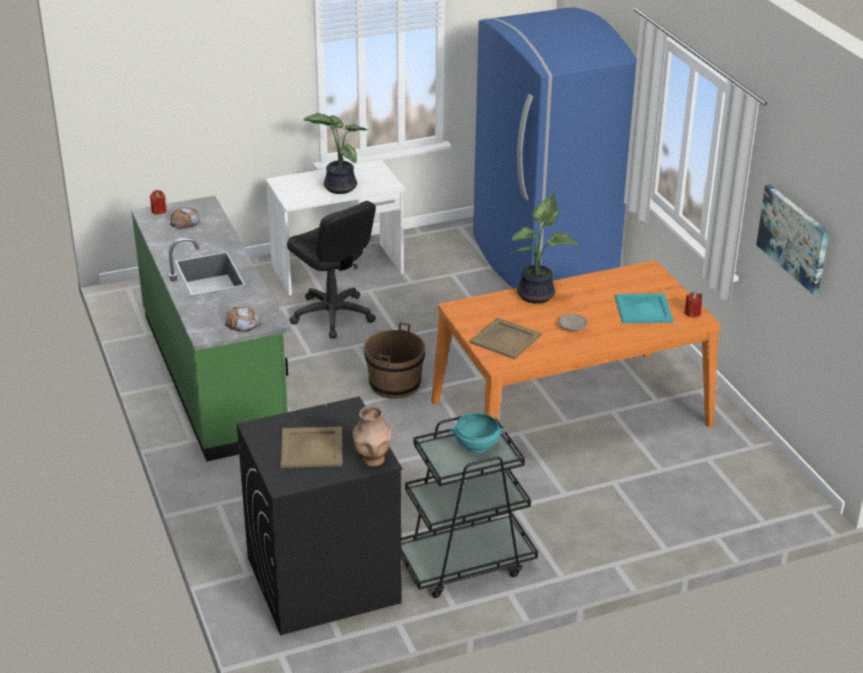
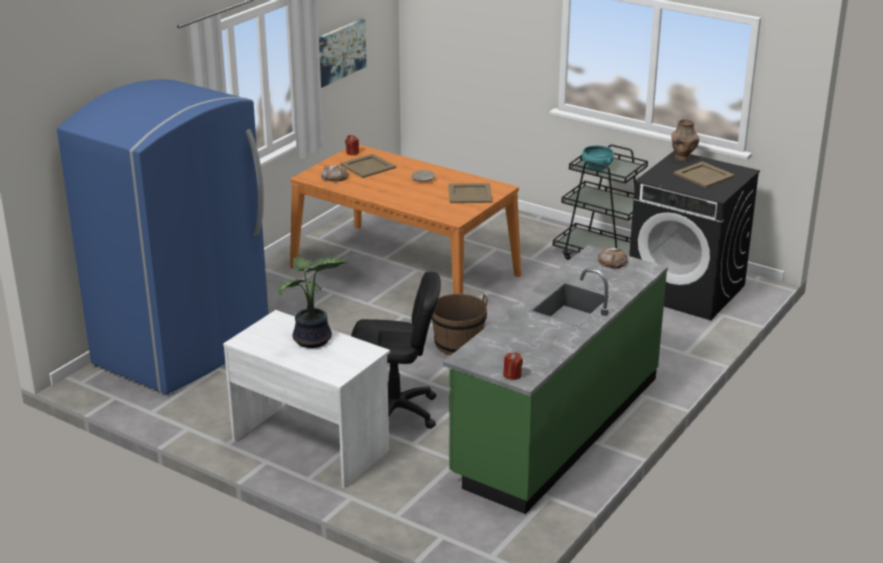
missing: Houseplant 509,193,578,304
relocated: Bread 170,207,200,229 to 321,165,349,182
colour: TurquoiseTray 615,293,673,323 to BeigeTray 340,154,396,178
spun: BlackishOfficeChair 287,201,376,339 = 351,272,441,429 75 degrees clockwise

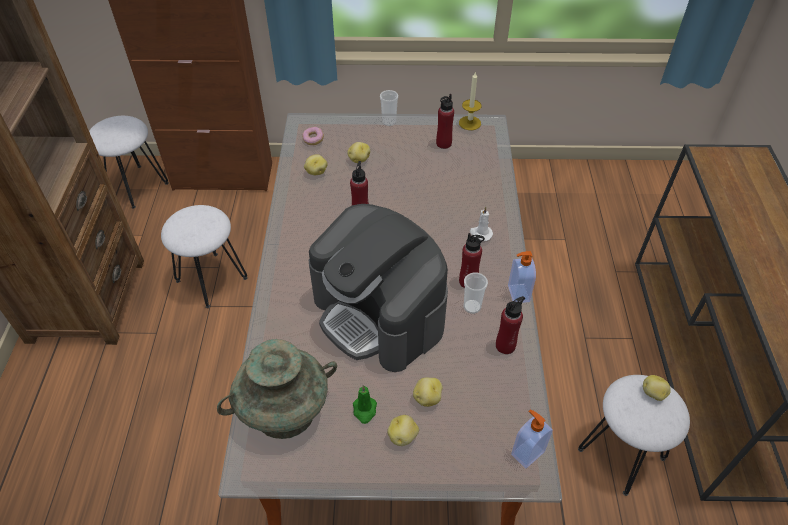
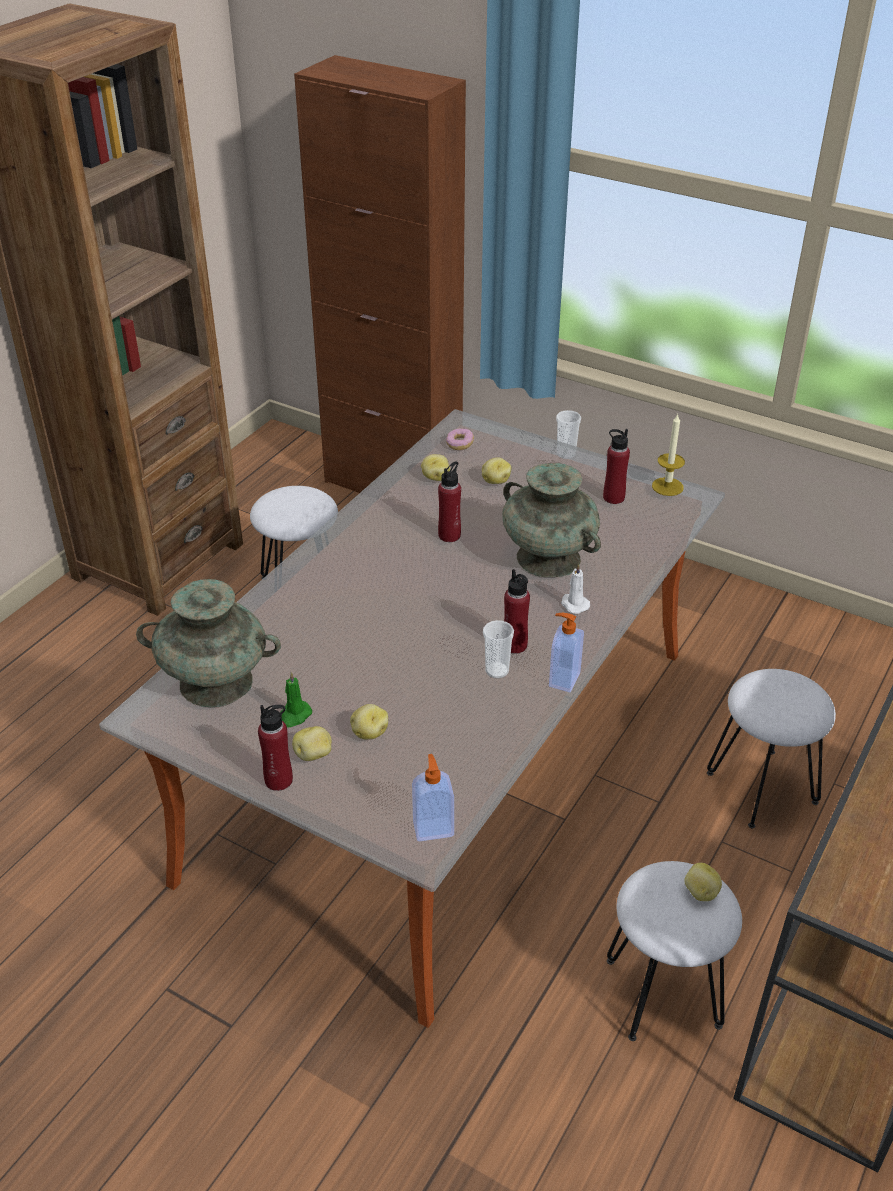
missing: CoffeeMachine 308,204,448,372
appeared: TurquoiseVase 502,463,601,577
relocated: WhitishStool 89,116,169,208 to 707,669,836,828; RedBeverageBottle 496,296,525,354 to 258,705,293,791

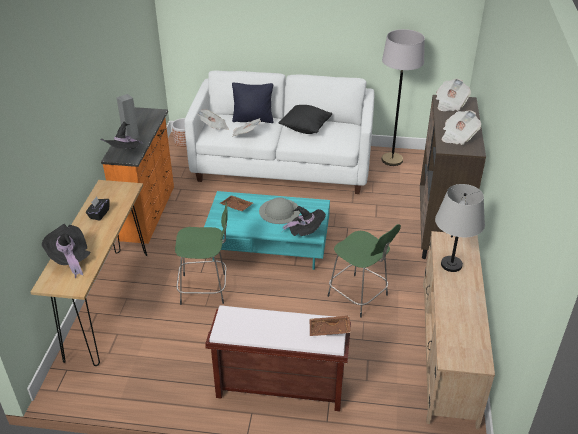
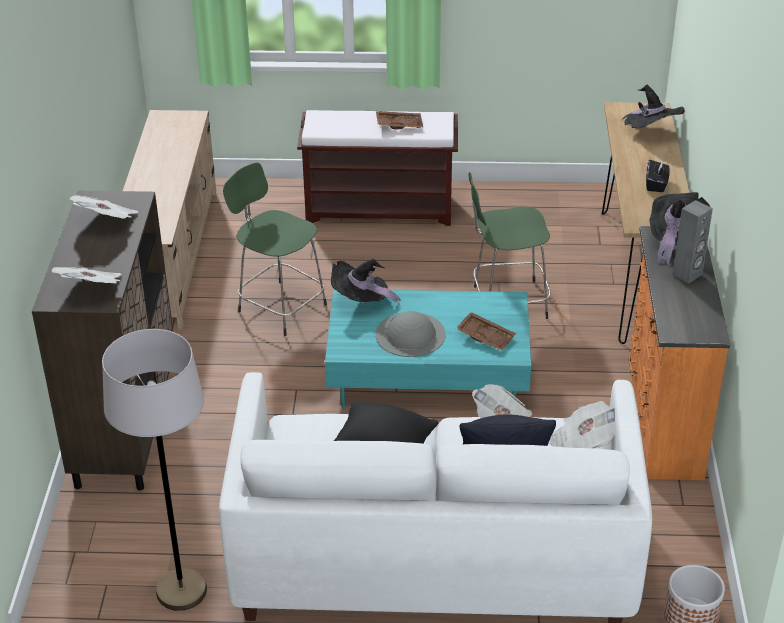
missing: GreyishTableLamp 435,184,485,272
relocated: BrownColouredTray 310,315,351,336 to 376,111,423,129

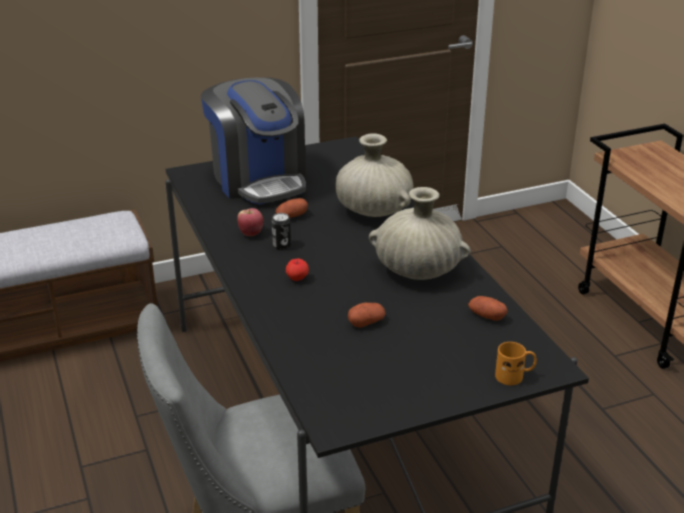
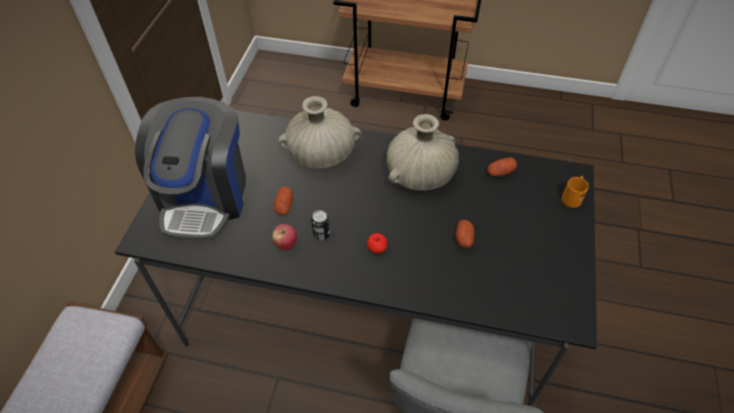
spun: CoffeeMachine 201,77,306,205 = 135,97,246,241 90 degrees clockwise

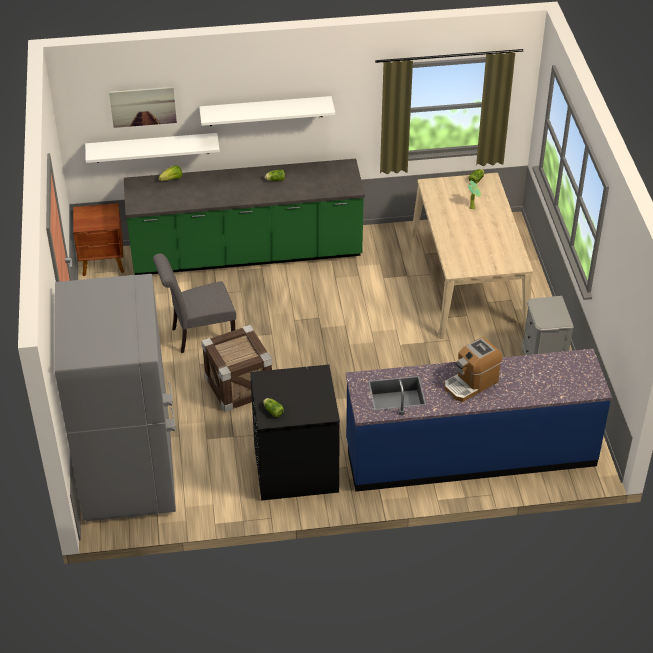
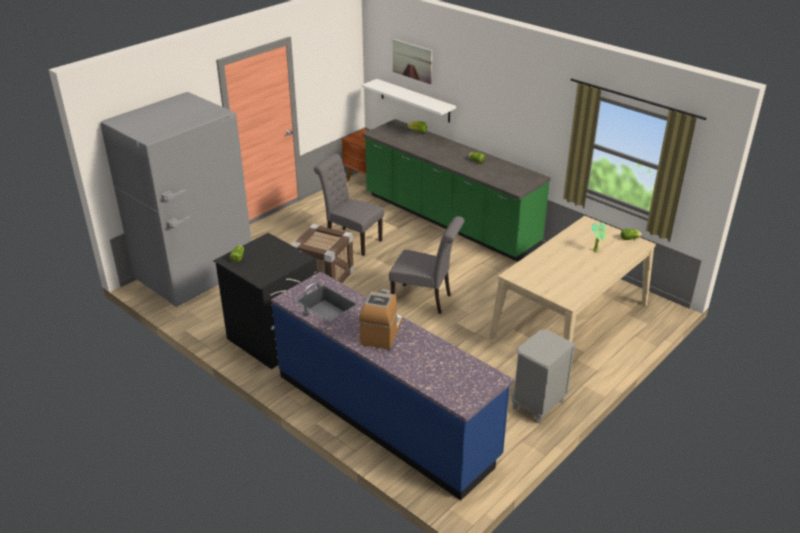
missing: WhitishWallShelf 199,96,335,126
appeared: GreyishPlainChair 389,216,464,314
spun: CoffeeMachine 444,337,502,402 = 359,289,402,350 90 degrees clockwise

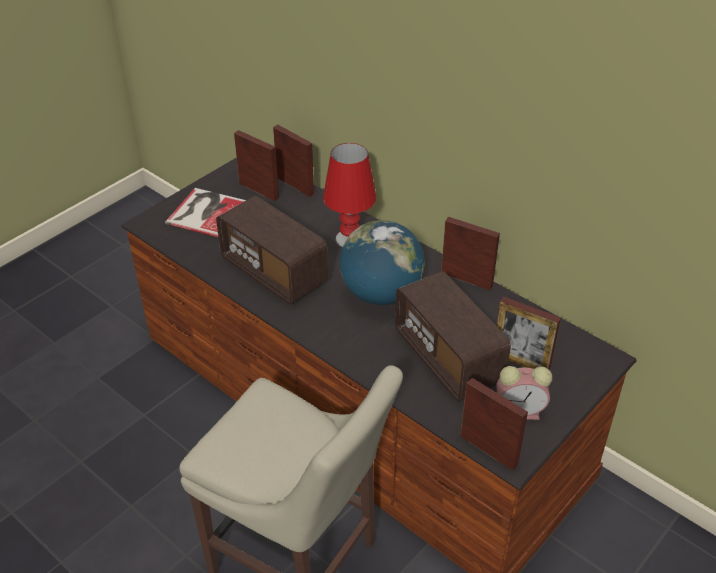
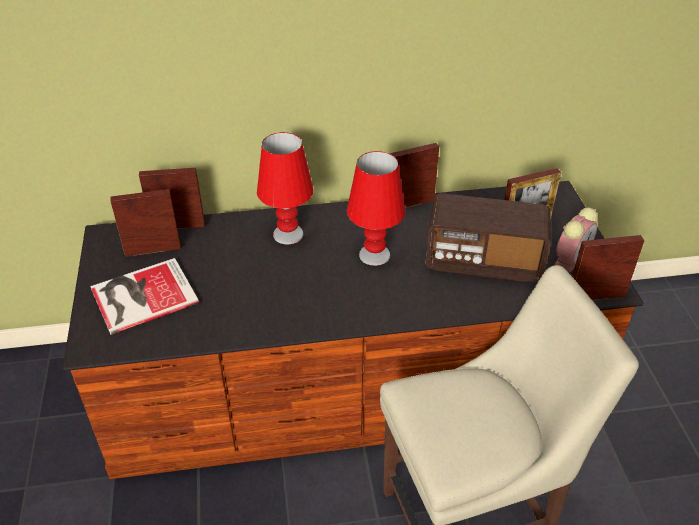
missing: Radio 216,196,328,305
exchanged: Globe 340,220,425,305 to RedTableLamp 347,151,405,266

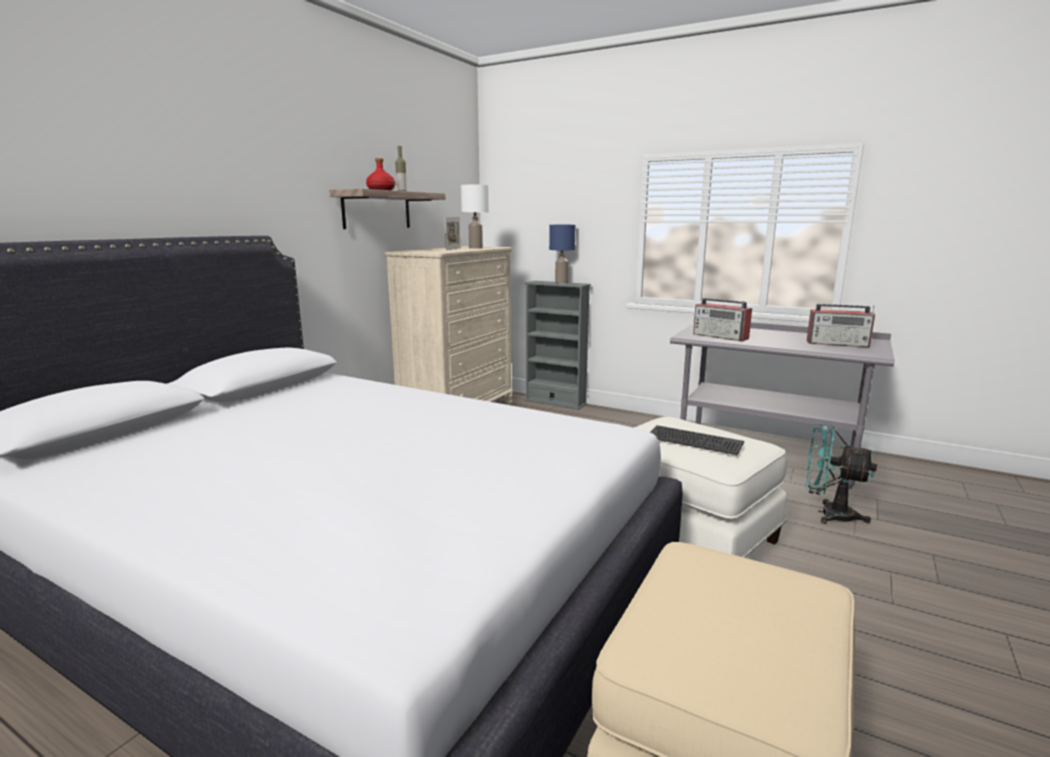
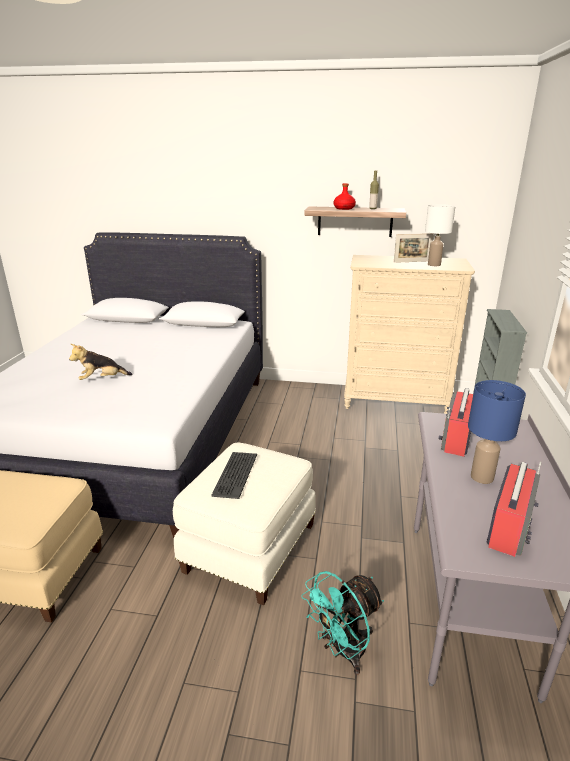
appeared: PlushToy 69,344,133,380
relocated: BlueColouredTableLamp 549,225,575,284 to 468,380,526,484
spun: Radio 807,304,875,348 = 486,462,541,557 150 degrees counterclockwise; TurquoiseCoolingFan 805,423,877,524 = 301,571,384,675 135 degrees counterclockwise

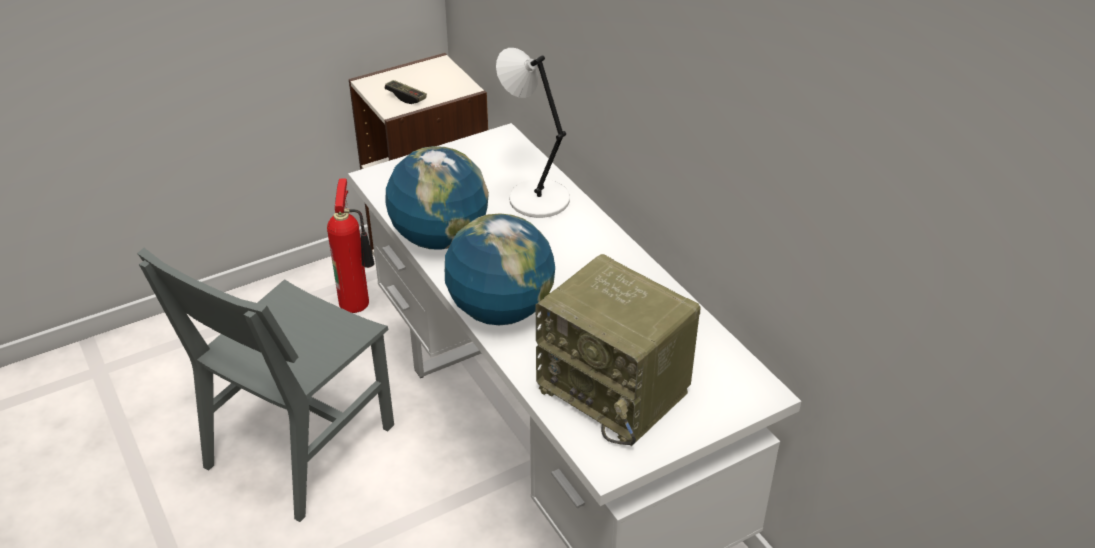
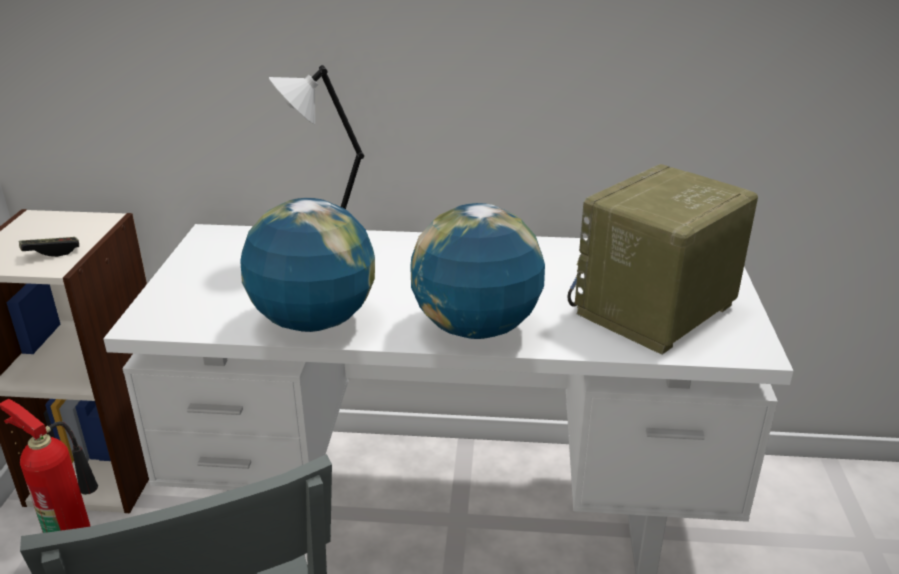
spun: Radio 536,254,700,446 = 568,164,758,355 150 degrees clockwise

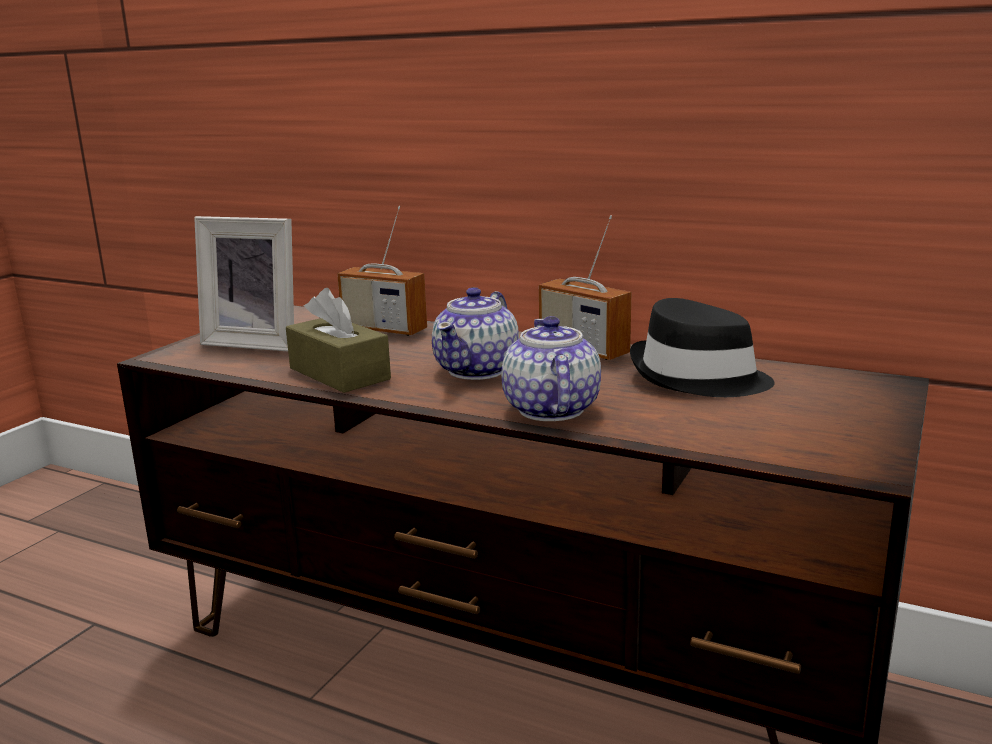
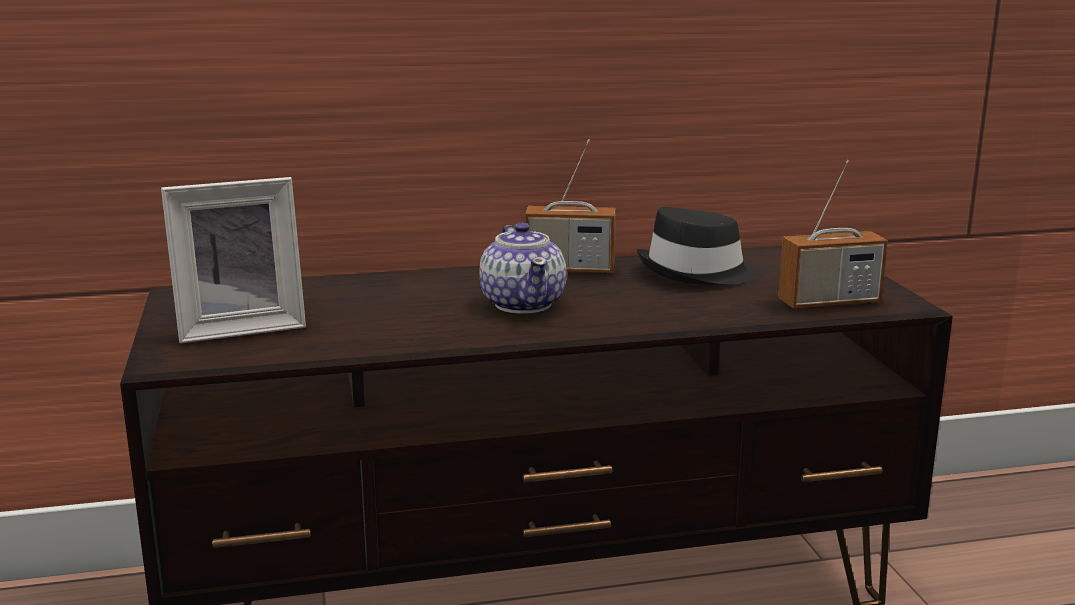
missing: BrownColouredTissueHolder 286,288,391,393; Teapot 501,316,601,421
relocated: Radio 337,206,427,336 to 778,159,888,309

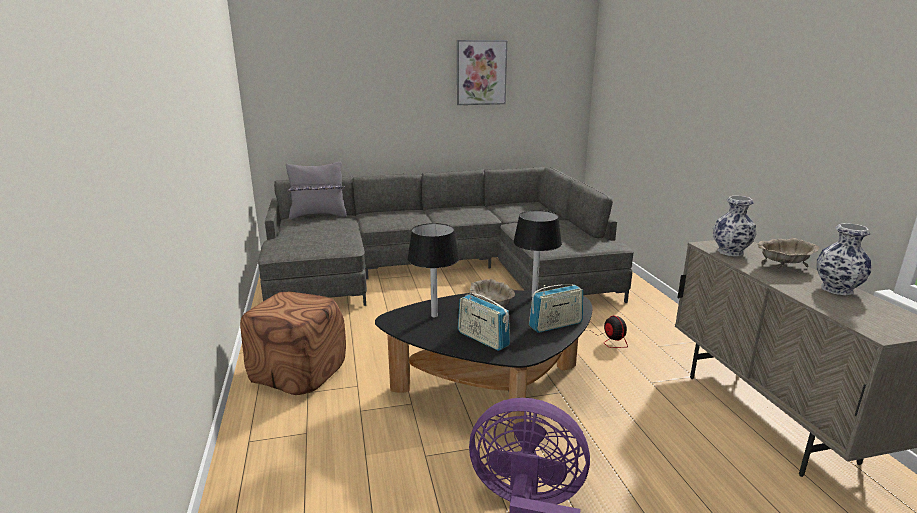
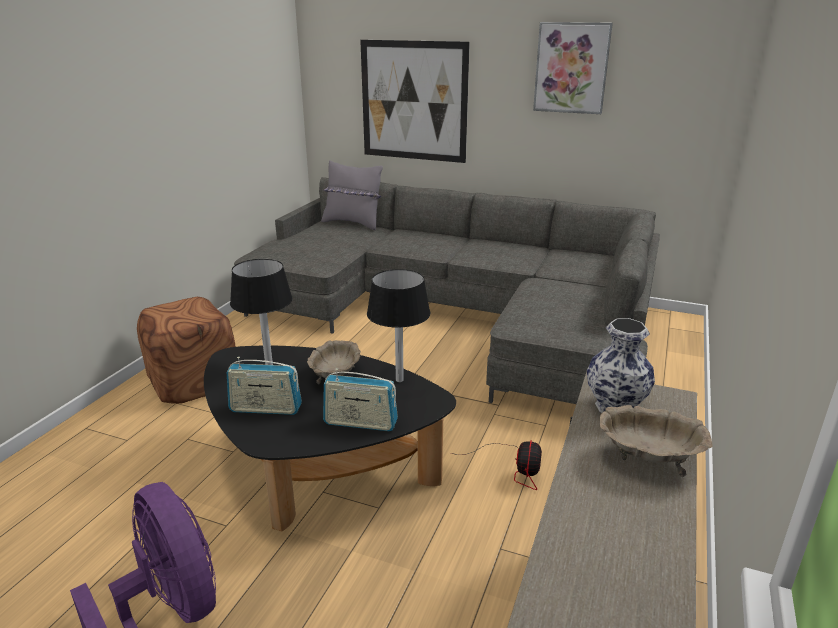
missing: Vase 817,223,871,296
appeared: WallArt 360,40,470,163
spun: Radio 458,289,510,351 = 227,357,302,415 75 degrees counterclockwise

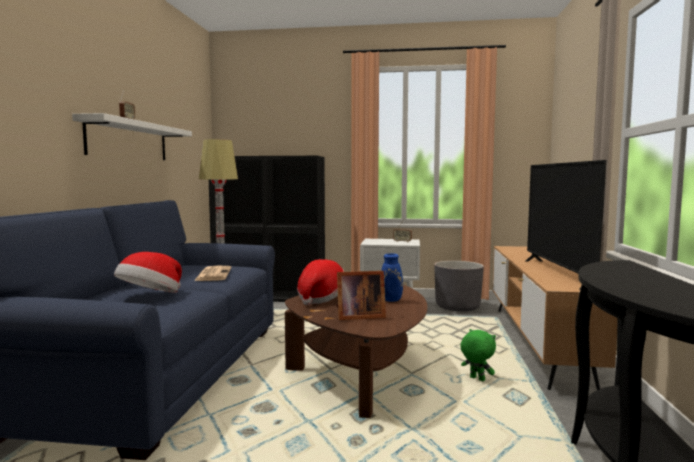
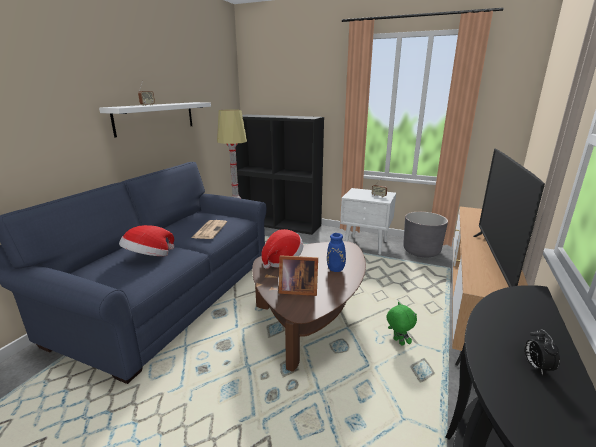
appeared: TableClock 525,329,560,375

